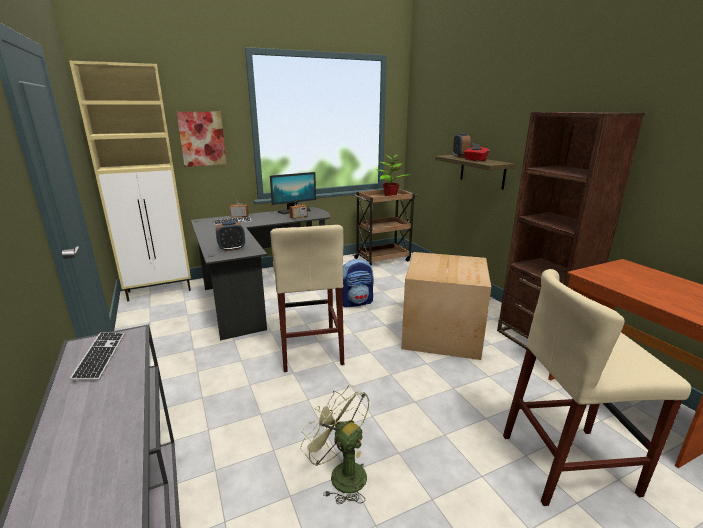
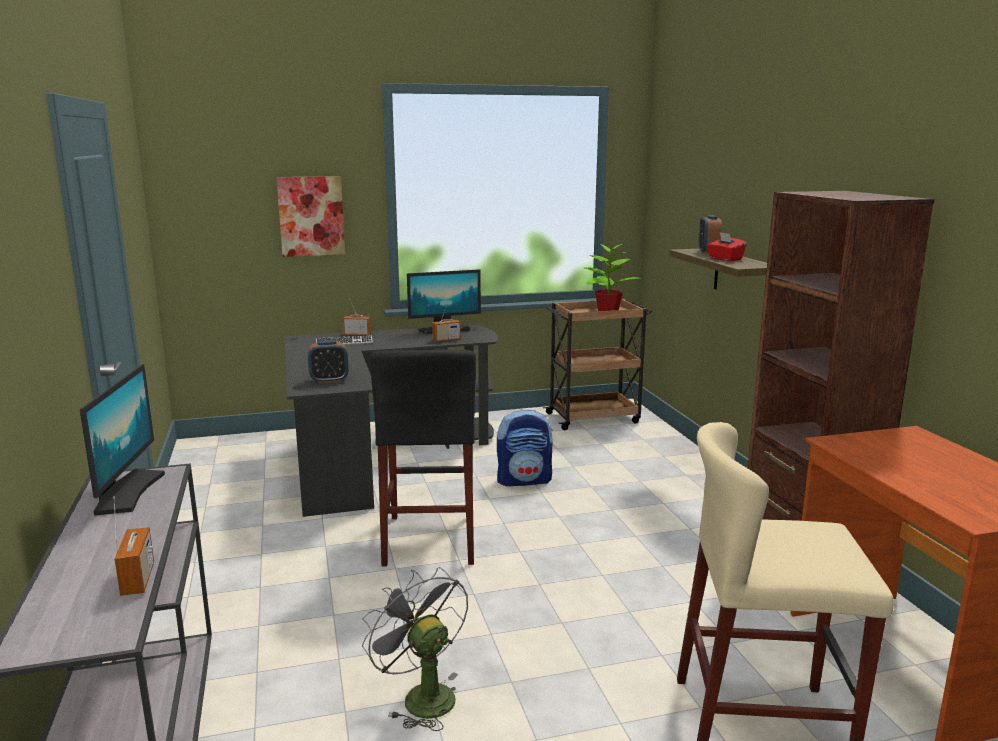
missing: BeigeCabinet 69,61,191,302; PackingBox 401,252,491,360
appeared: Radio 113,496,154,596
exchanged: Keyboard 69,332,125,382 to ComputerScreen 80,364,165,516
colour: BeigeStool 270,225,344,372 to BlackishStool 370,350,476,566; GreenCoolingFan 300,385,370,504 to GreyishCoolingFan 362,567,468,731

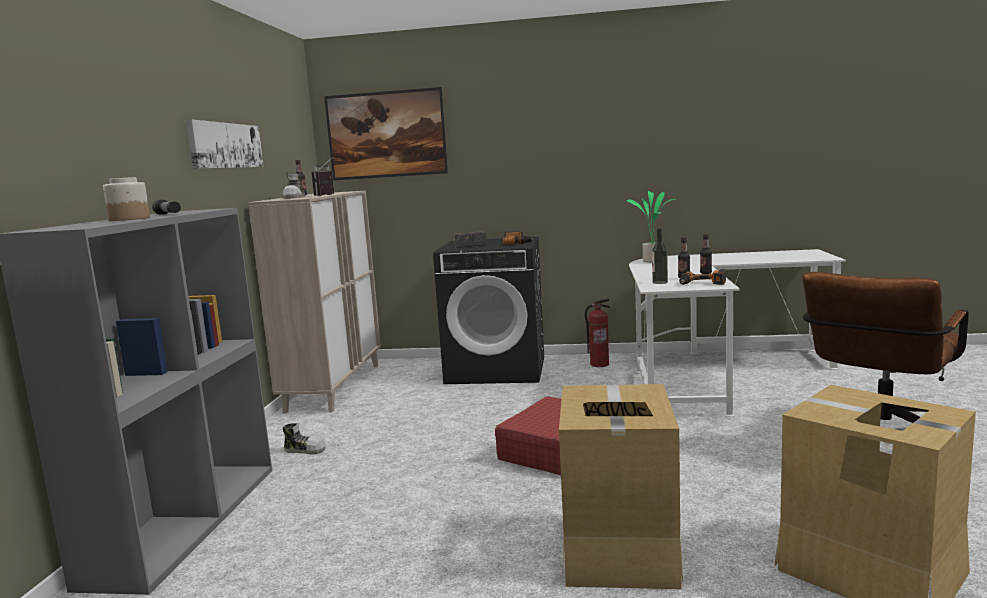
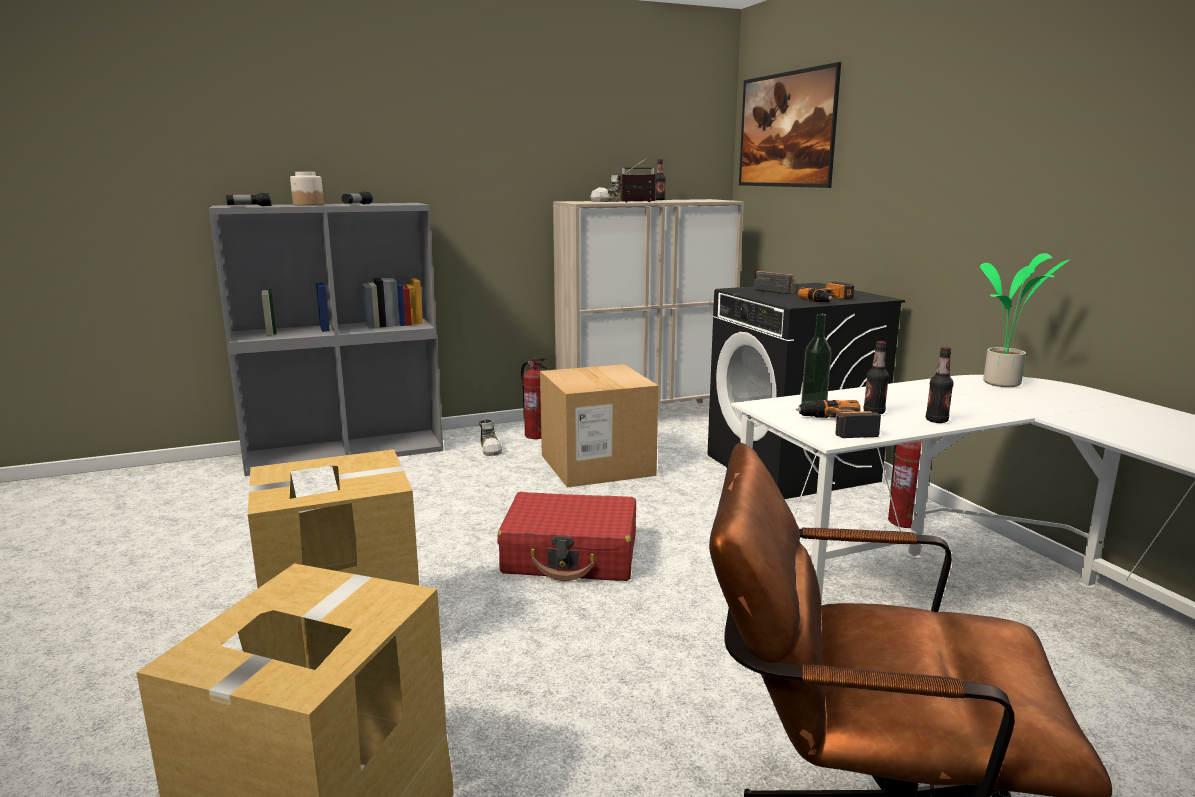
missing: WallArt 186,119,264,169
appeared: Torch 226,193,271,206; FireExtinguisher 521,358,548,439; PackingBox 540,364,659,488

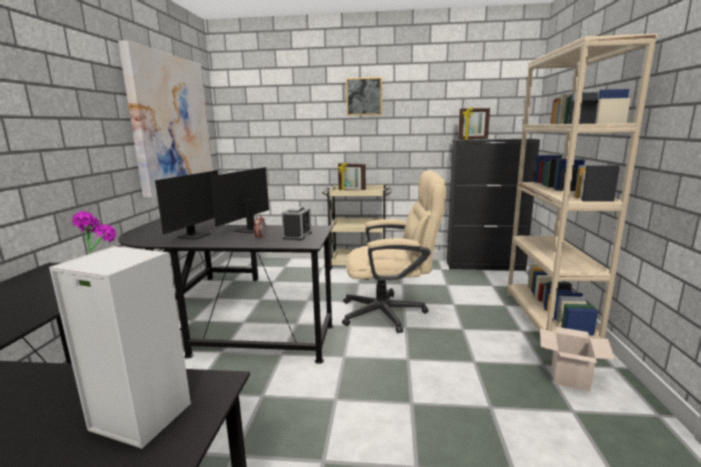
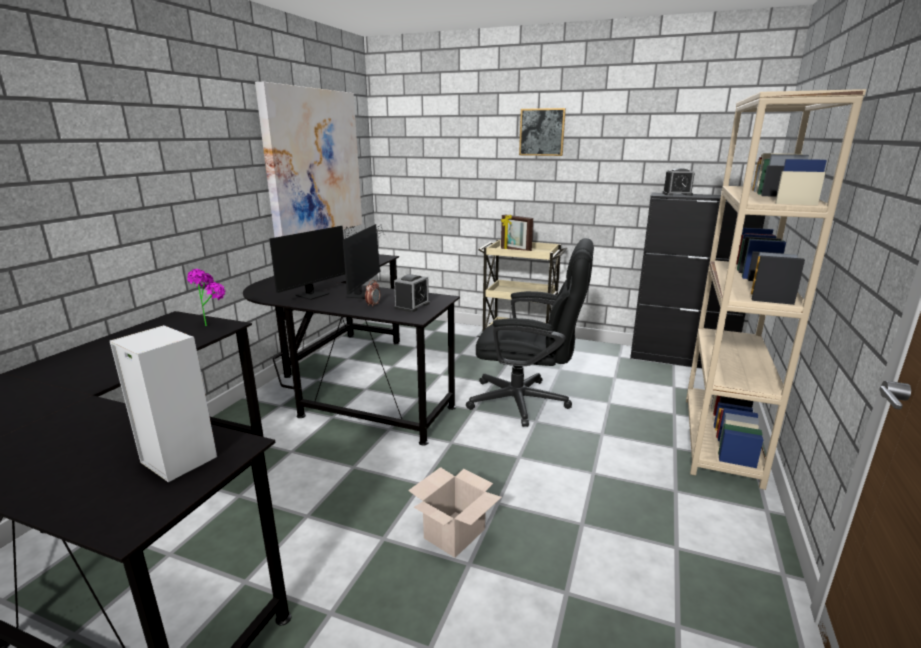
relocated: PackingBox 540,327,615,391 to 408,467,502,558
exchanged: StandingFrame 458,107,490,140 to TableClock 662,168,695,196
colour: BeigeOfficeChair 342,171,446,333 to BlackishOfficeChair 466,238,594,427
spun: ComputerScreen 190,167,269,233 = 343,224,385,299 150 degrees clockwise

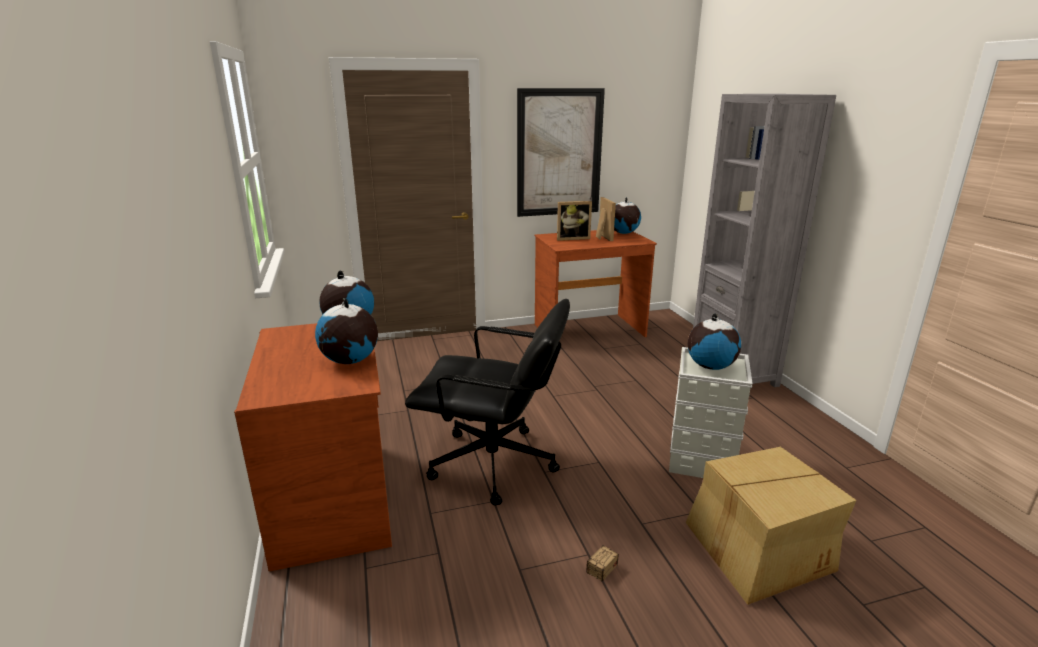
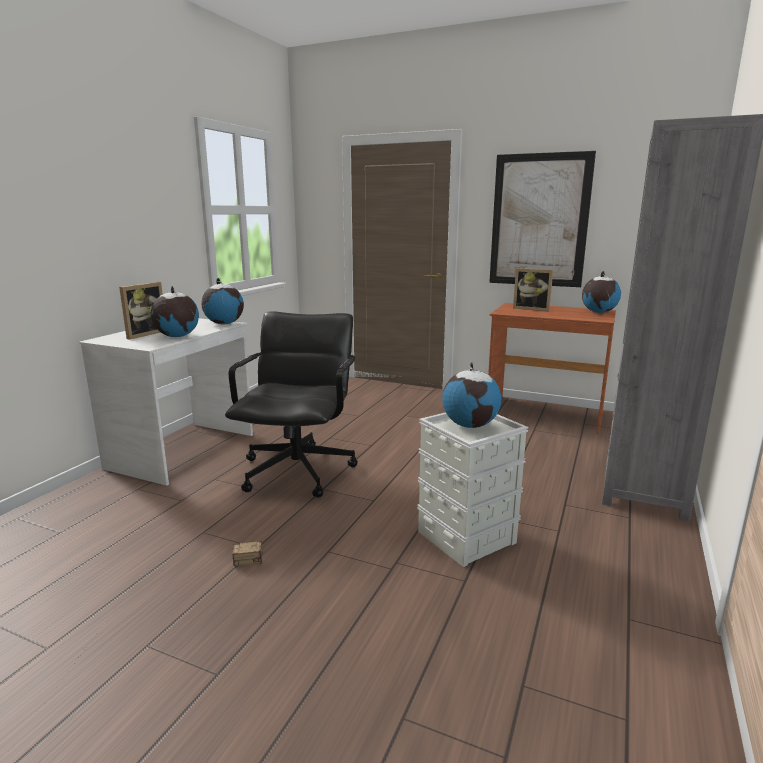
missing: PackingBox 686,447,856,605
relocated: StandingFrame 596,197,616,241 to 119,282,163,340
colour: BrownColouredDeskUnit 234,323,392,572 to WhitishDeskUnit 80,318,253,486
spun: BlackishOfficeChair 405,299,570,506 = 225,312,358,497 135 degrees counterclockwise

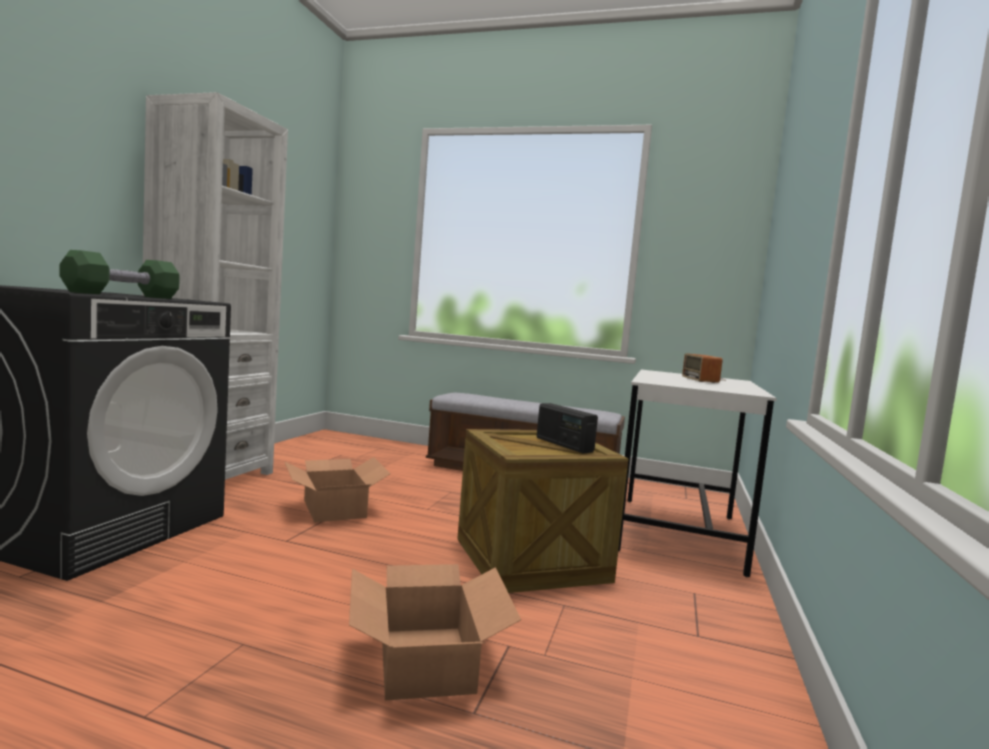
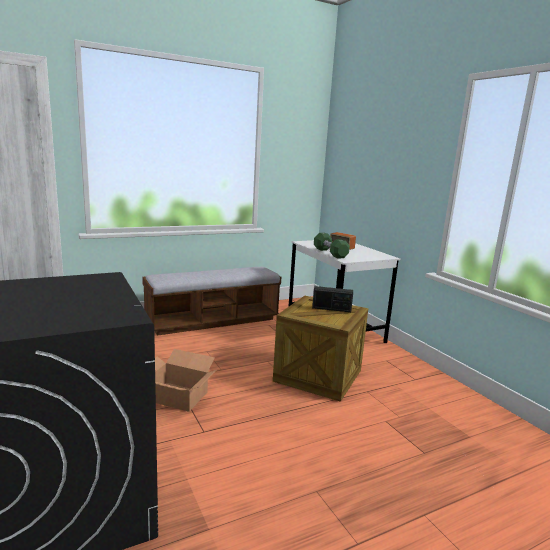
missing: PackingBox 349,564,521,700
relocated: GreenDumbbell 60,250,180,299 to 314,233,350,259

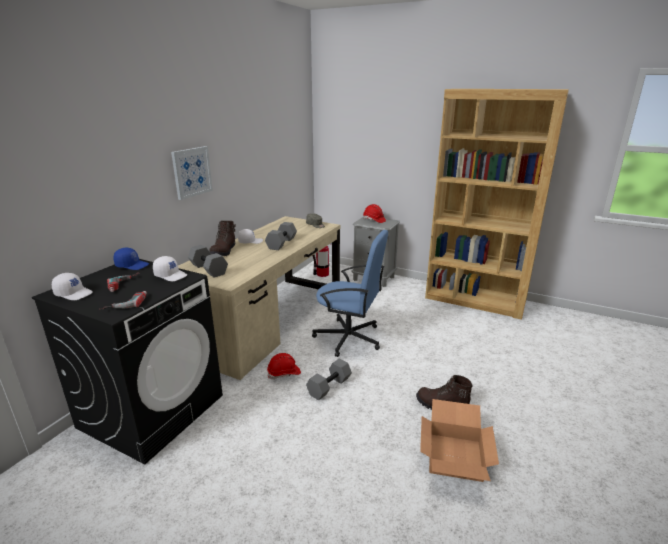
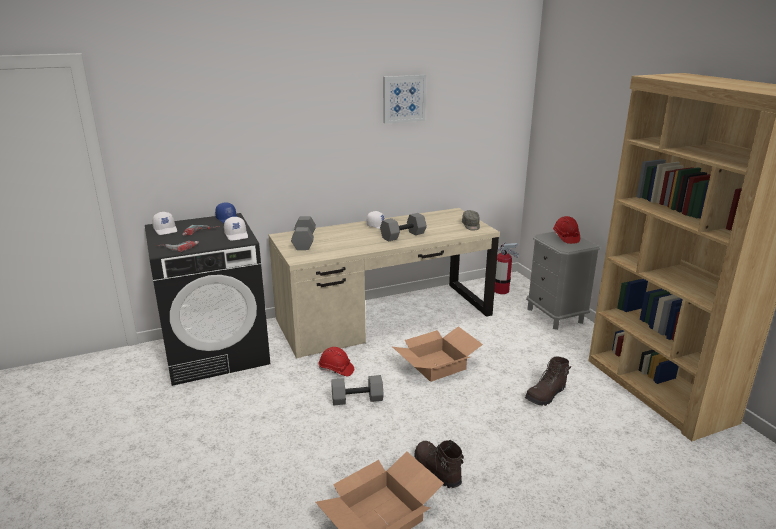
relocated: WallArt 171,146,213,200 to 383,75,426,124; BrownColouredTallBoot 210,221,236,256 to 525,357,571,406
exchanged: BlueColouredOfficeChair 312,230,388,357 to PackingBox 393,326,483,382

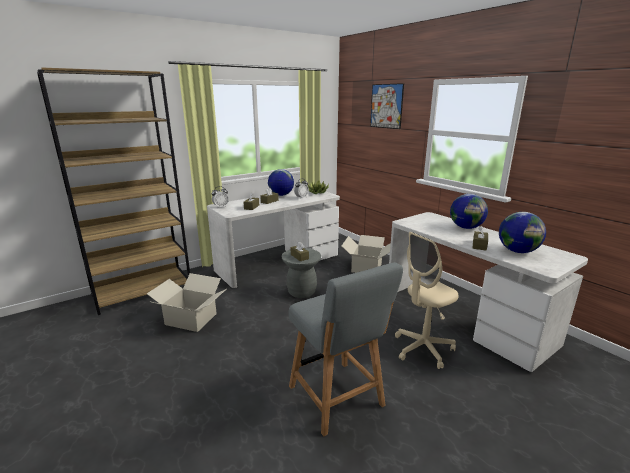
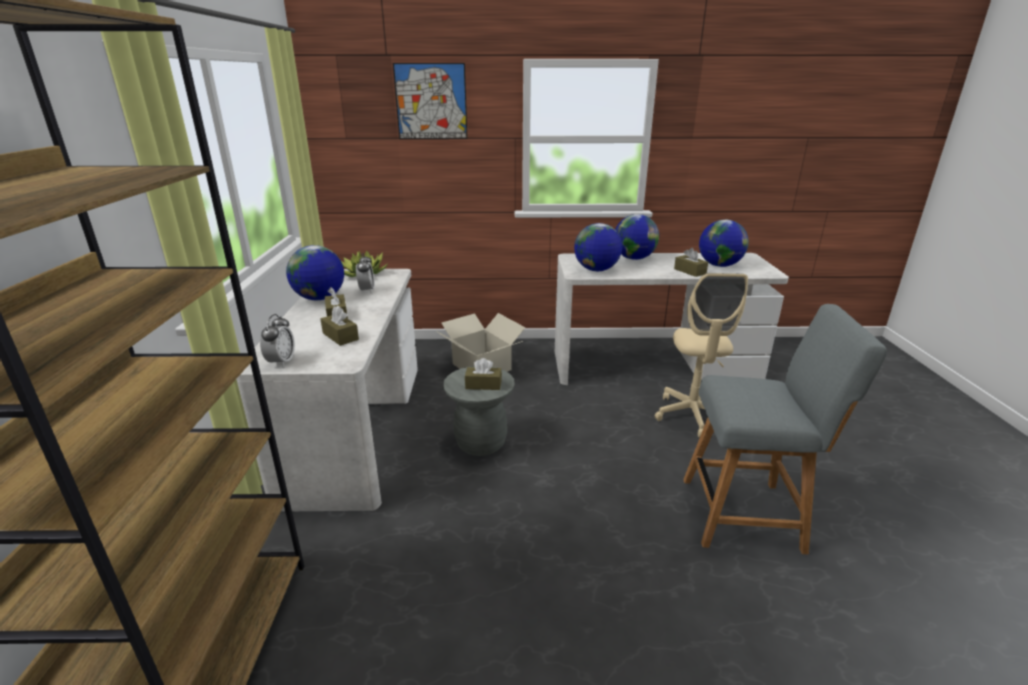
missing: PackingBox 147,273,226,332
appeared: Globe 574,223,622,271

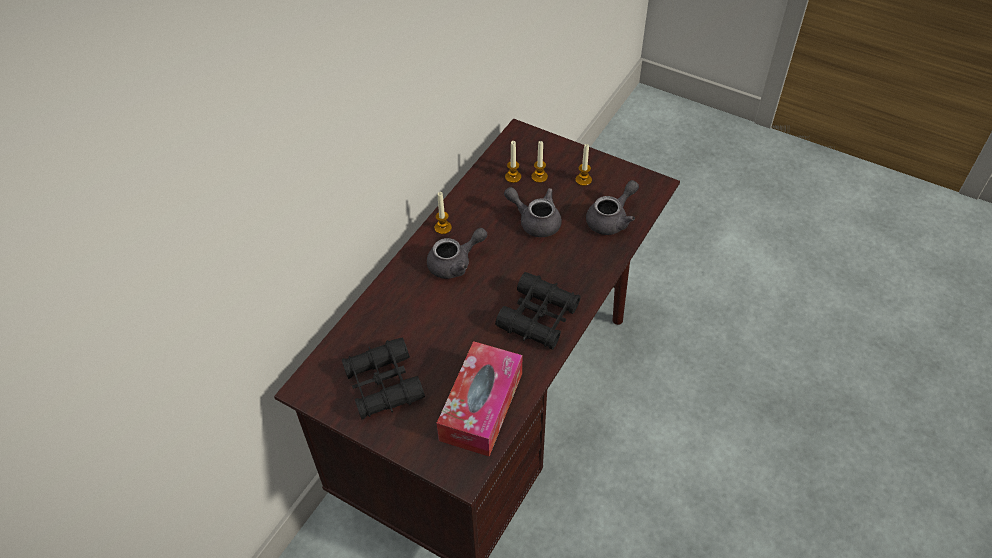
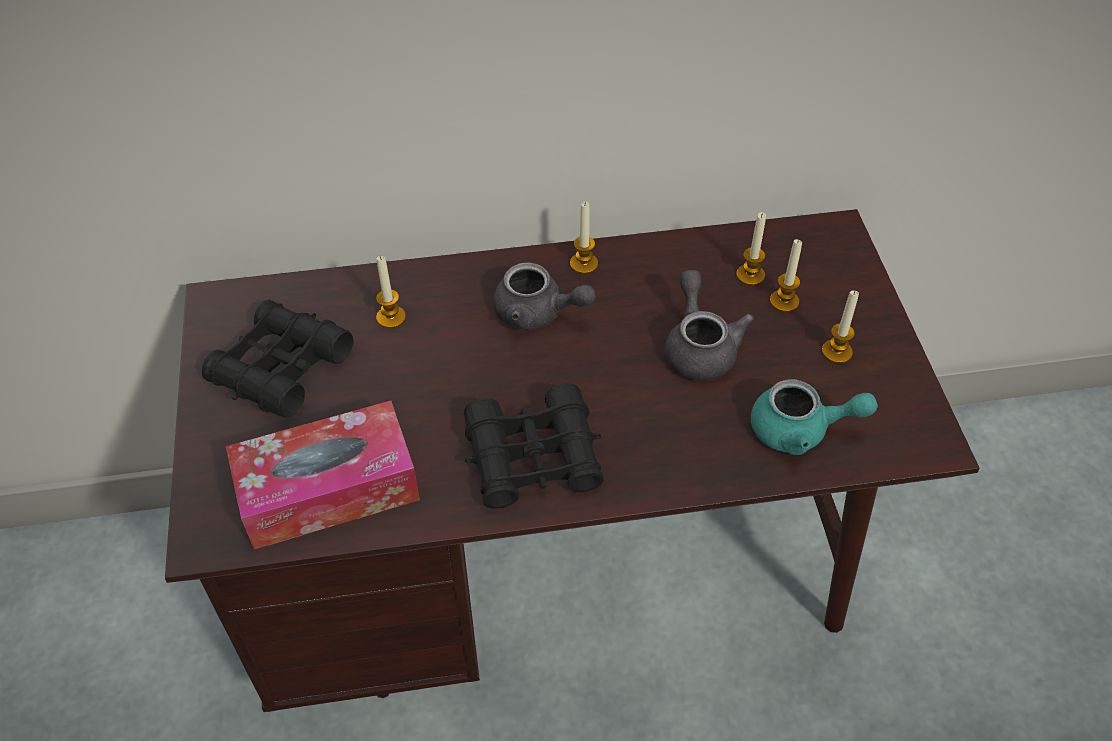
appeared: WaxLight 376,256,406,329
colour: GreyishTeapot 586,180,639,235 to TurquoiseTeapot 751,379,878,455

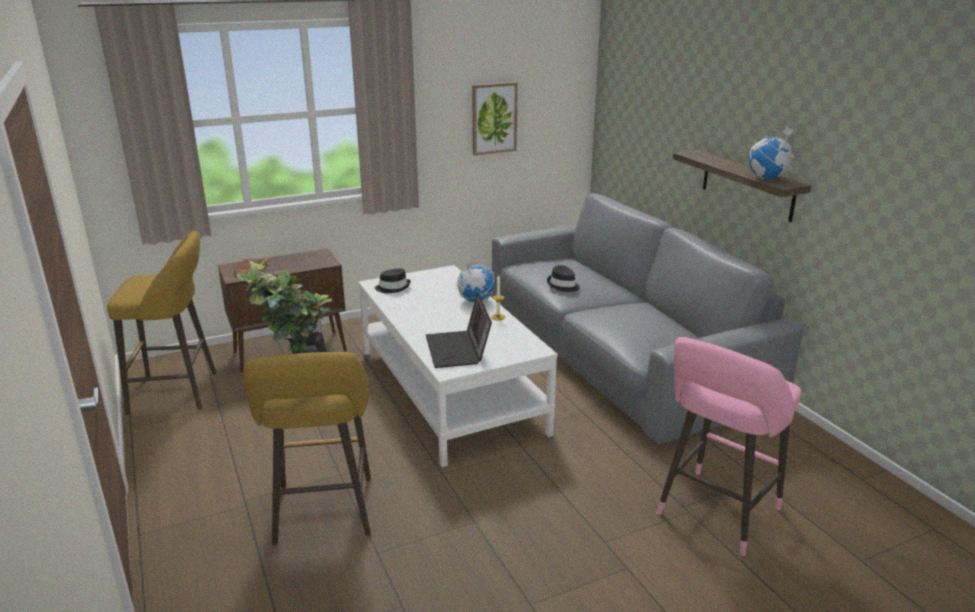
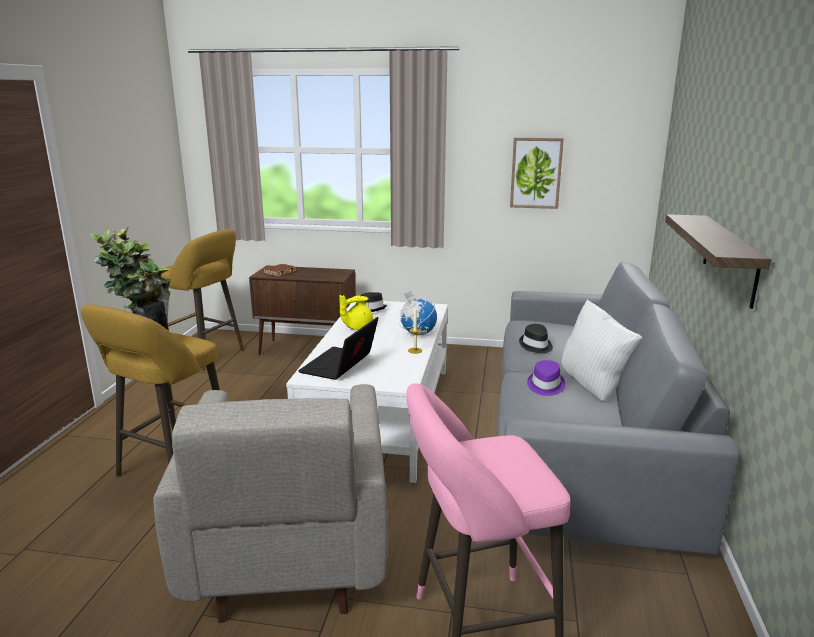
missing: Globe 749,125,794,179
appeared: YellowishTeapot 339,295,374,330; WhitishThrowPillow 561,299,643,402; PurpleColouredWearableHat 527,360,566,396; GreyishEasyChair 153,384,388,623

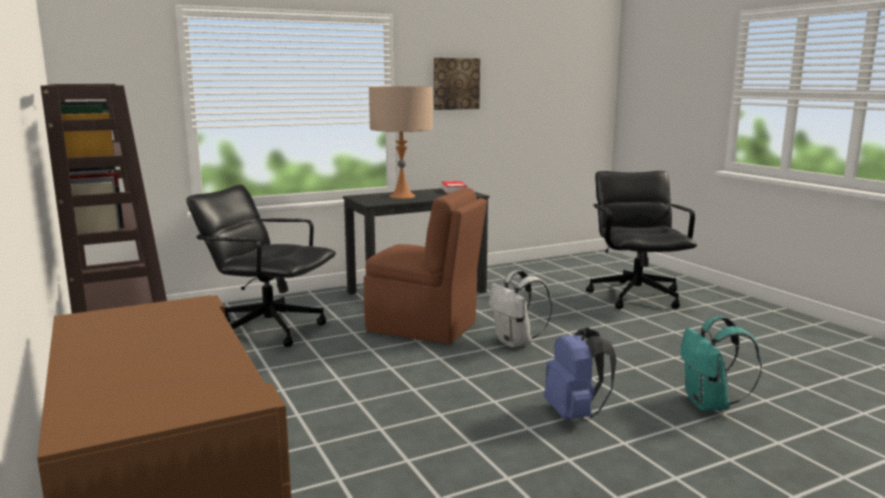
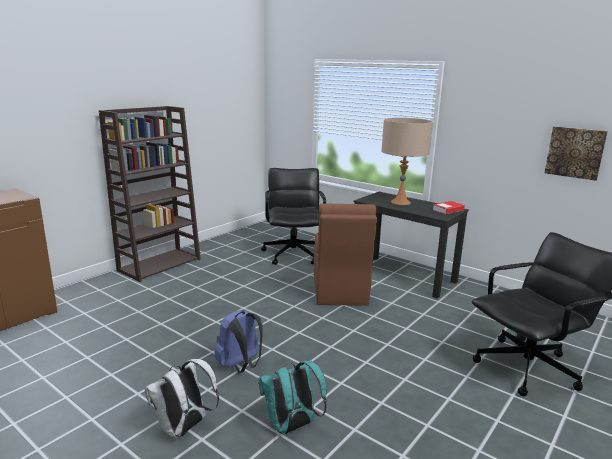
relocated: WallArt 434,58,480,110 to 544,126,608,181; WhitishKnapsack 489,270,552,348 to 145,359,219,438

